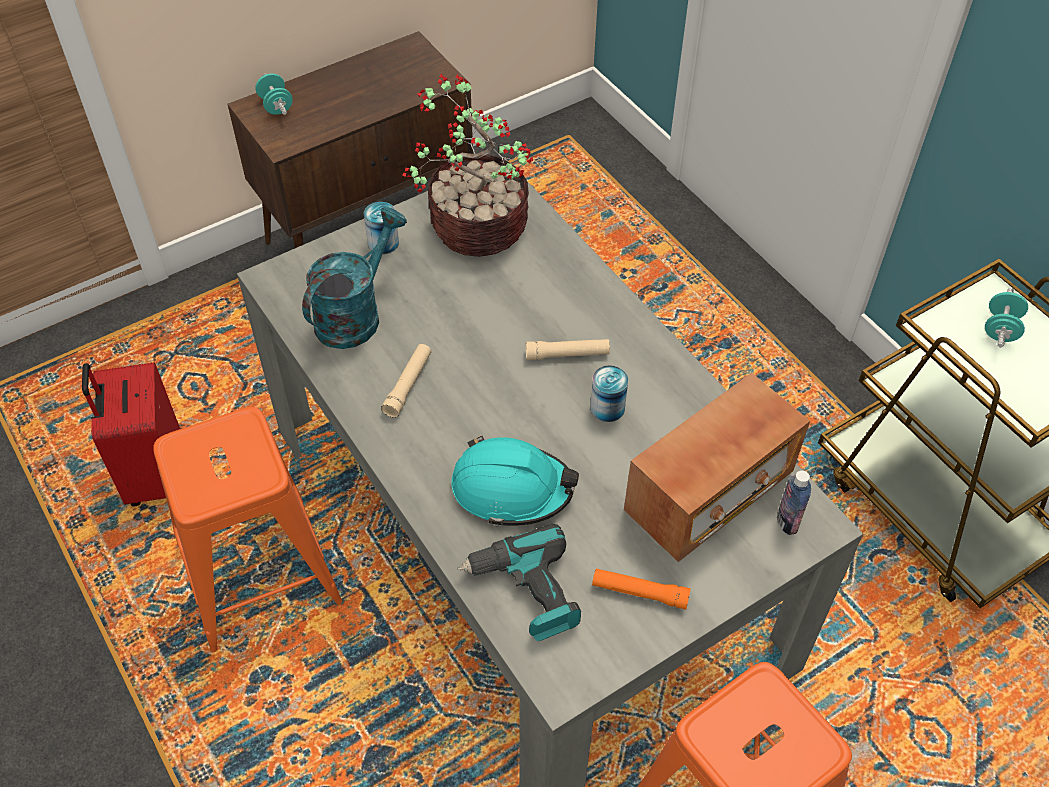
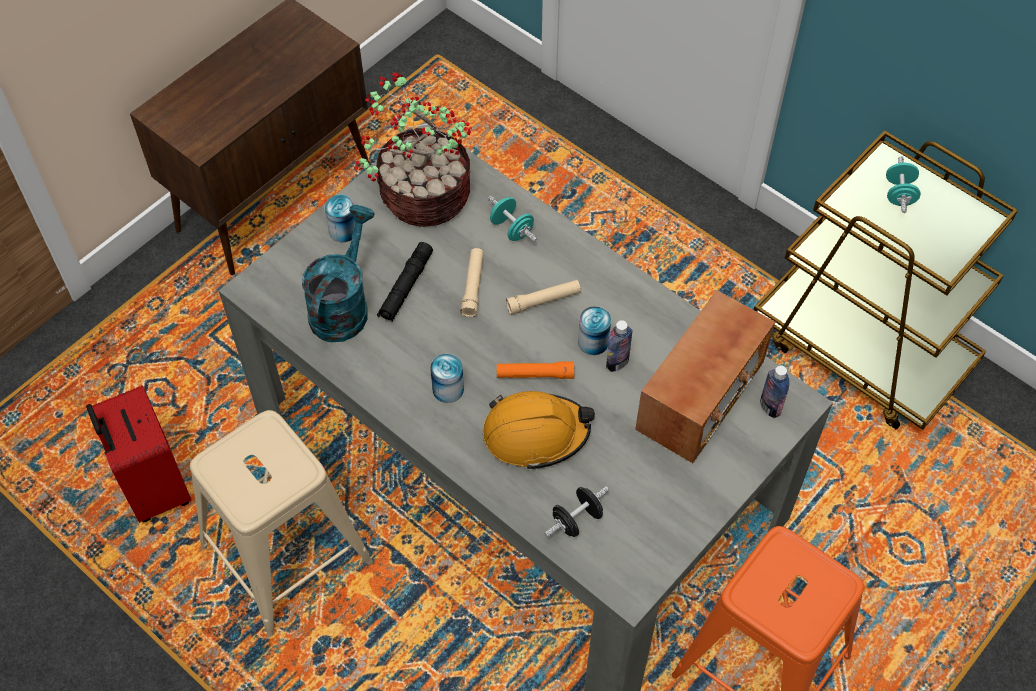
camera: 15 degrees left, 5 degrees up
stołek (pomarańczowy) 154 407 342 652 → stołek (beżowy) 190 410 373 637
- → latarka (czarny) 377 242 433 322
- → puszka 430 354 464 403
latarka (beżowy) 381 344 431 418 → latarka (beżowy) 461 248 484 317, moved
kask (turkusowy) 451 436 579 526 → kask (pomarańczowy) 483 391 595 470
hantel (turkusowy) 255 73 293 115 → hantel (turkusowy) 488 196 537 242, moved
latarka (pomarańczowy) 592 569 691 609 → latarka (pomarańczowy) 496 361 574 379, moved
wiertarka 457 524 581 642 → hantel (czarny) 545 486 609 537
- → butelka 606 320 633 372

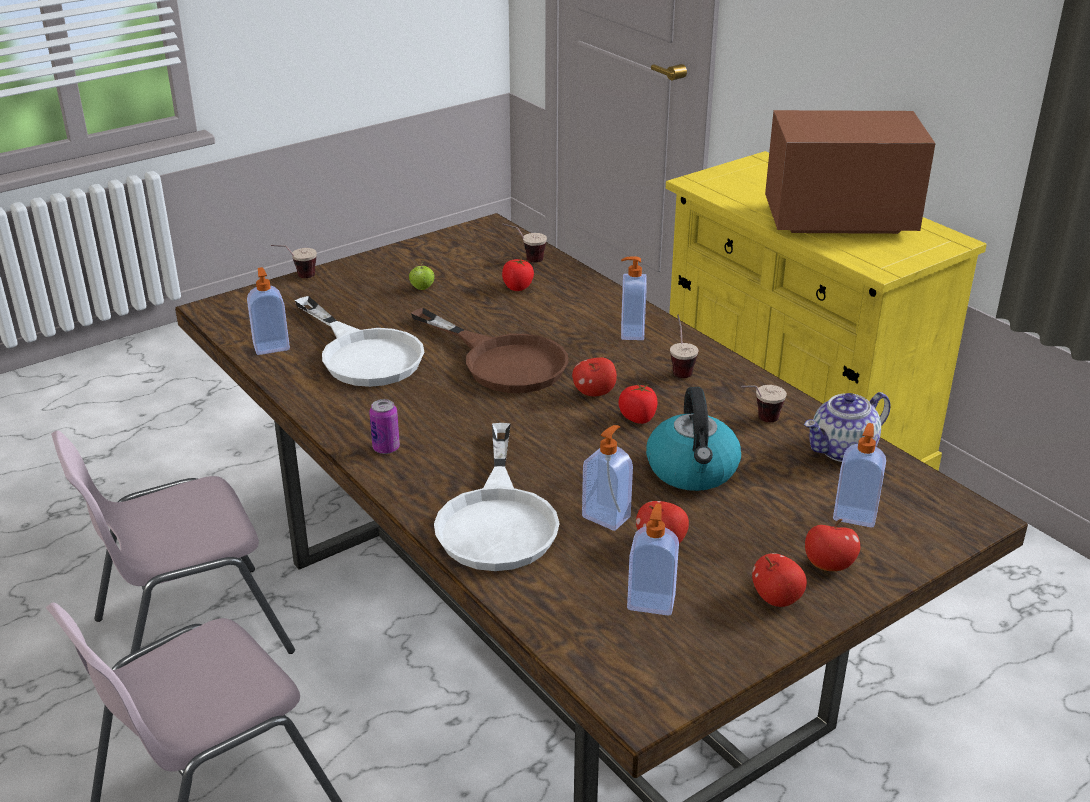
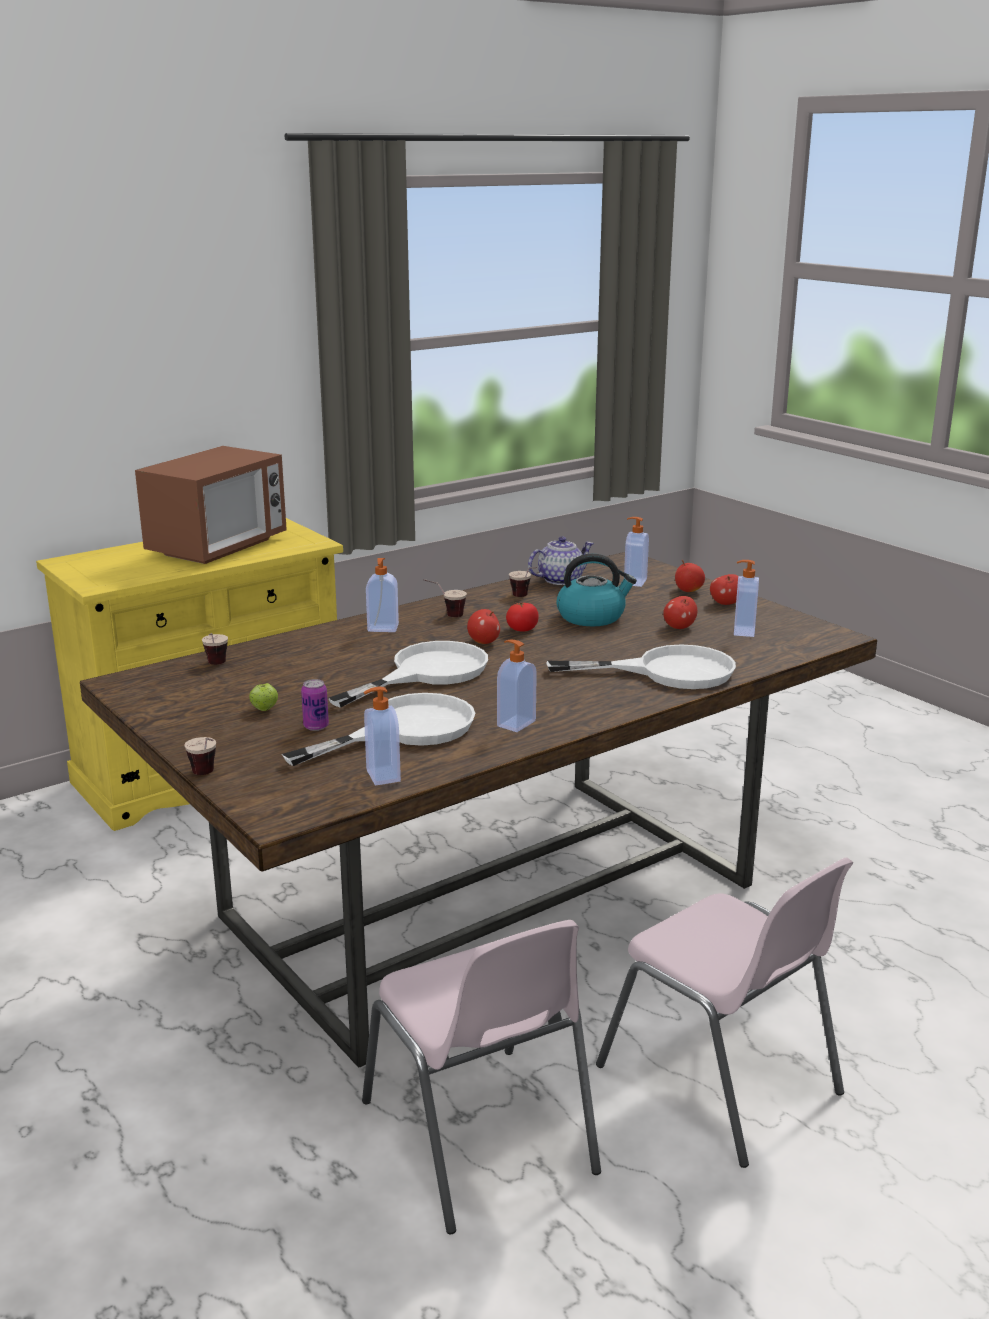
camera: 90 degrees left, 10 degrees down
mikrofalówka 765 110 935 234 → mikrofalówka 135 446 287 564, 150 degrees counterclockwise
puszka 369 399 400 454 → puszka 301 679 329 731, moved
patelnia (brązowy) 411 308 568 393 → patelnia (biały) 328 641 488 708
dozownik mydła 582 425 633 531 → dozownik mydła 497 639 537 732, moved
imbryk 804 392 891 462 → imbryk 528 536 594 585, 90 degrees counterclockwise
pomidor 502 258 534 291 → -

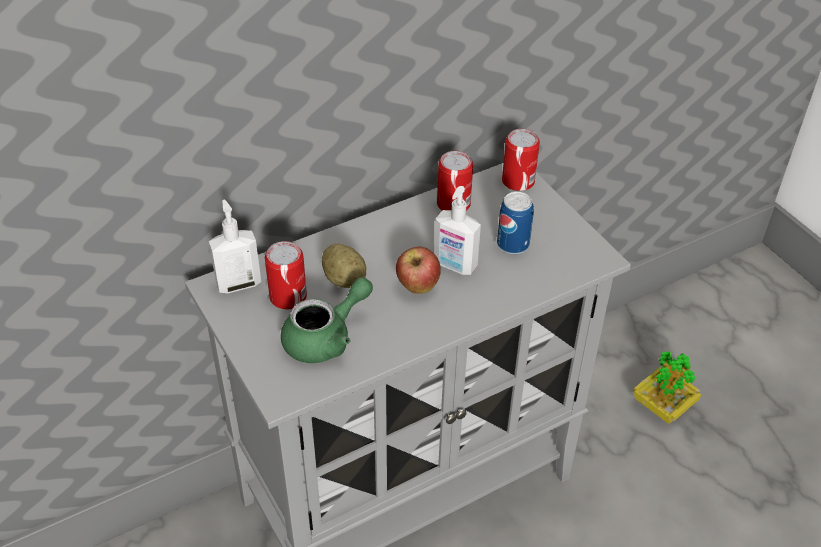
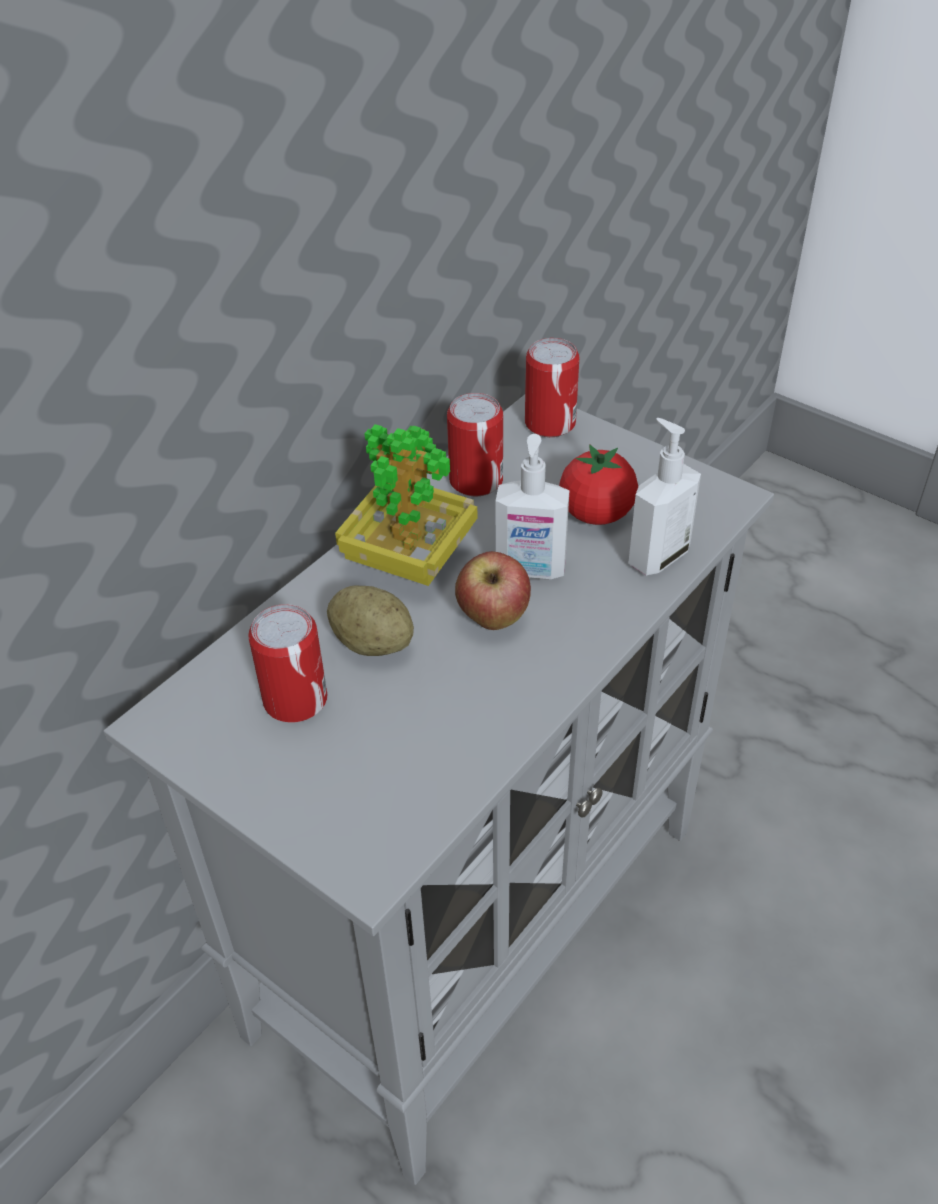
camera: 20 degrees left, 0 degrees up
roślina doniczkowa 634 351 701 424 → roślina doniczkowa 335 424 478 586, moved
puszka 497 192 534 254 → pomidor 559 444 638 525
dozownik mydła 209 199 261 293 → dozownik mydła 628 418 701 575, moved
imbryk (zielony) 281 277 373 363 → -

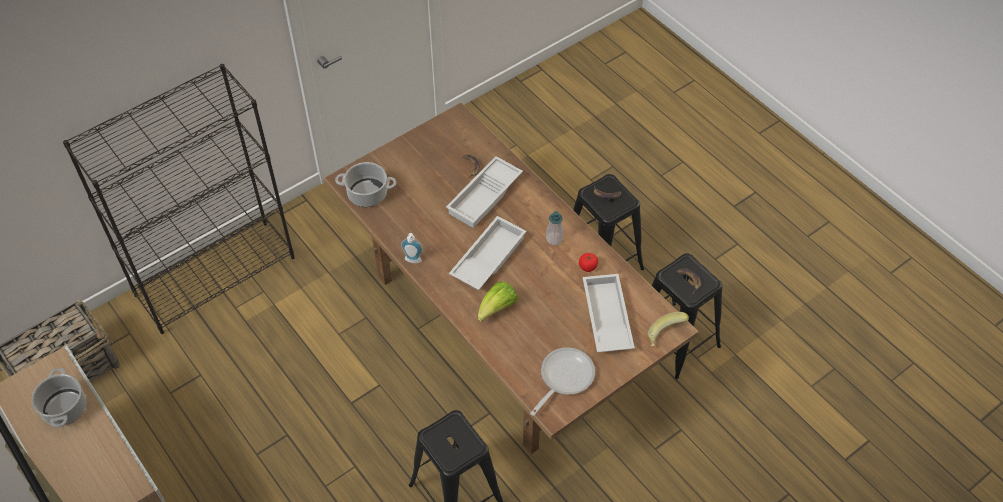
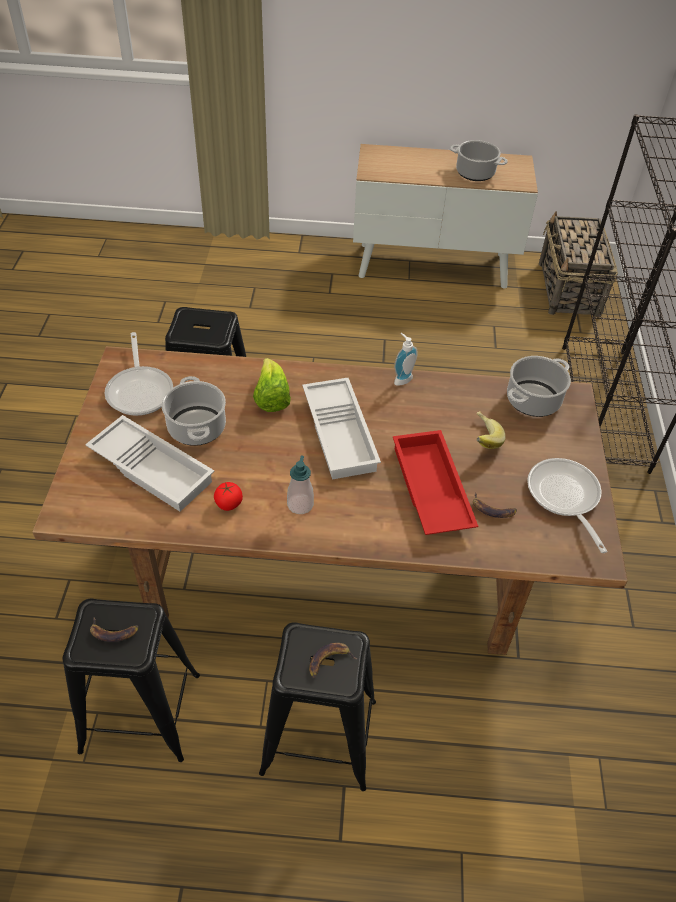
camera: 130 degrees right, 5 degrees down
- → garnek 162 376 226 446
taca (biały) 446 156 523 228 → taca (czerwony) 393 430 478 535
banan 648 312 689 347 → banan 477 411 506 449, moved
- → patelnia 527 458 607 553

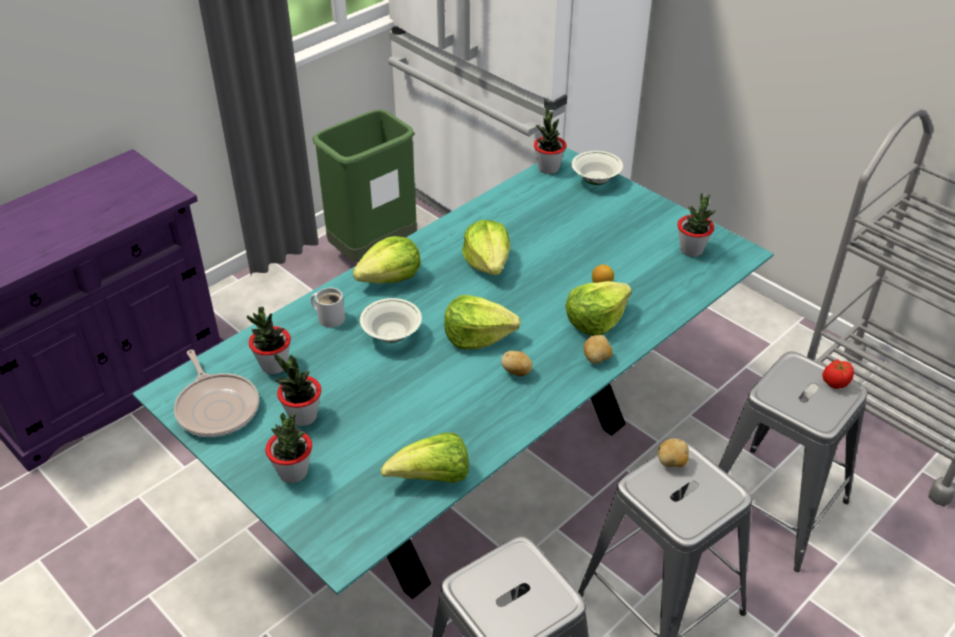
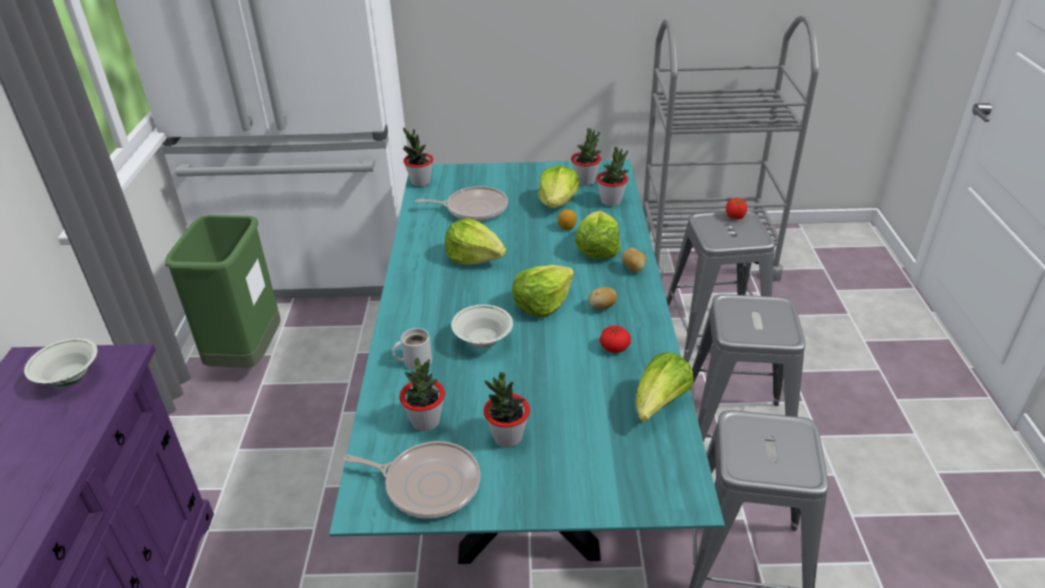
camera: 45 degrees left, 5 degrees down
miska (biały) 571 151 623 185 → miska (biały) 24 338 97 386, moved
- → patelnia 415 186 508 221
sałata 353 236 421 284 → sałata 538 165 580 208, moved
roślina doniczkowa 265 412 312 483 → roślina doniczkowa 596 147 629 207, moved
- → pomidor 600 326 631 353
ziemniak 658 438 689 467 → -

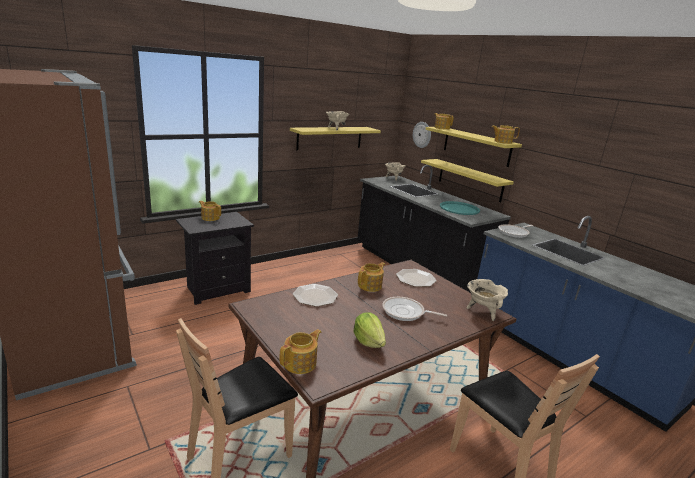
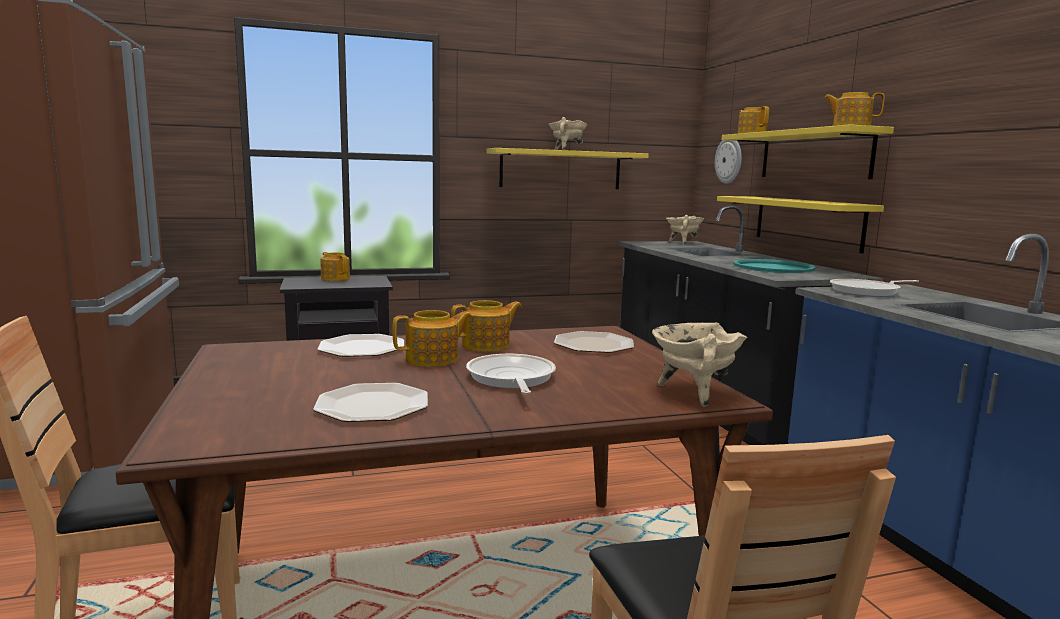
camera: 20 degrees right, 10 degrees down
sałata 354 312 386 348 → talerz 313 383 428 422
imbryk 280 329 321 374 → imbryk 392 310 472 367, moved
patelnia 382 297 447 321 → patelnia 466 354 556 394, 45 degrees clockwise

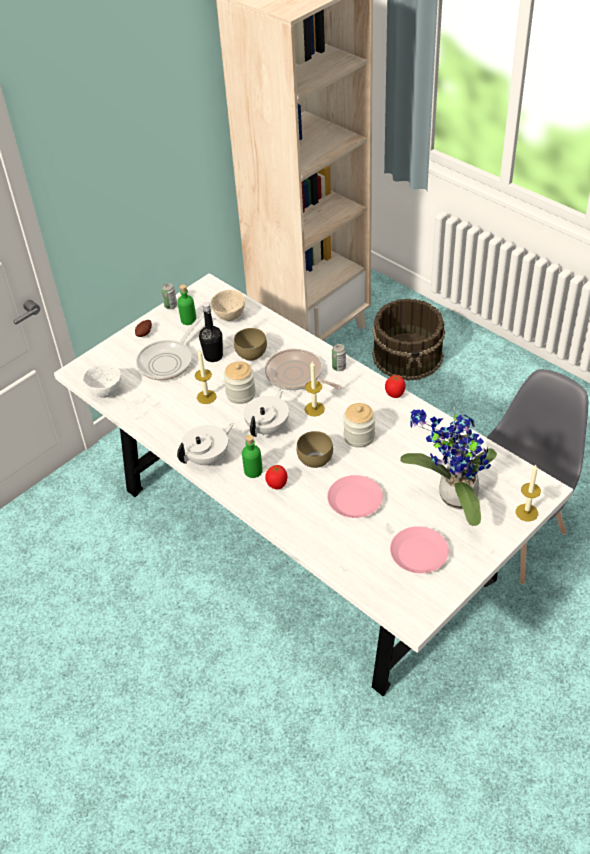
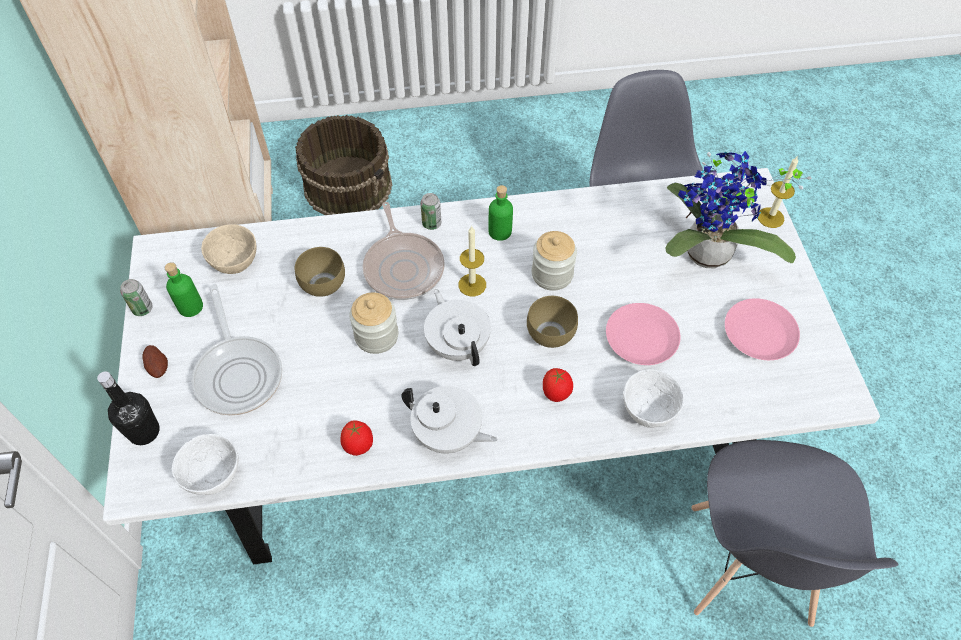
camera: 55 degrees left, 10 degrees up
butelka (czarny) 199 302 223 362 → butelka (czarny) 97 371 160 445, moved
pomidor 385 375 406 398 → pomidor 340 420 373 456, moved
patelnia 265 349 342 390 → patelnia 362 202 445 300, 90 degrees counterclockwise
imbryk (biały) 177 423 234 465 → imbryk (biały) 401 386 497 454, 120 degrees clockwise
butelka (zielony) 242 435 263 478 → butelka (zielony) 488 185 513 241, moved
- → miska (biały) 623 369 684 428
- → krzesło (szary) 691 440 898 627
świeca 195 350 217 404 → -

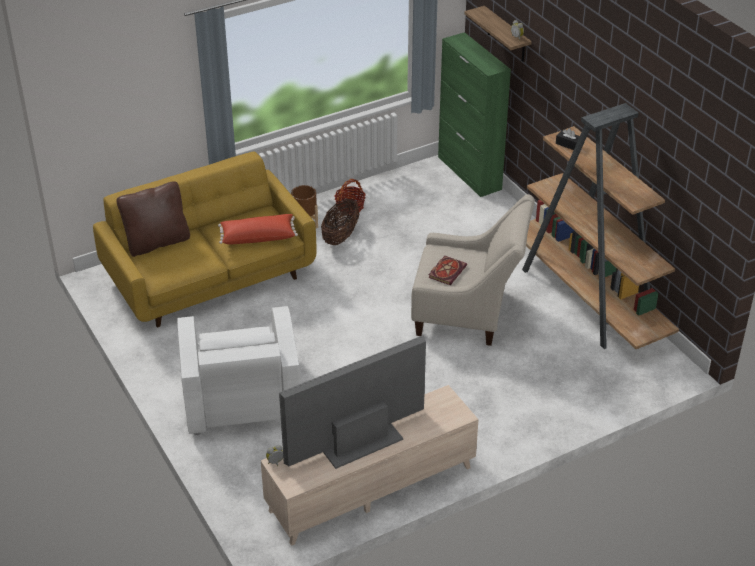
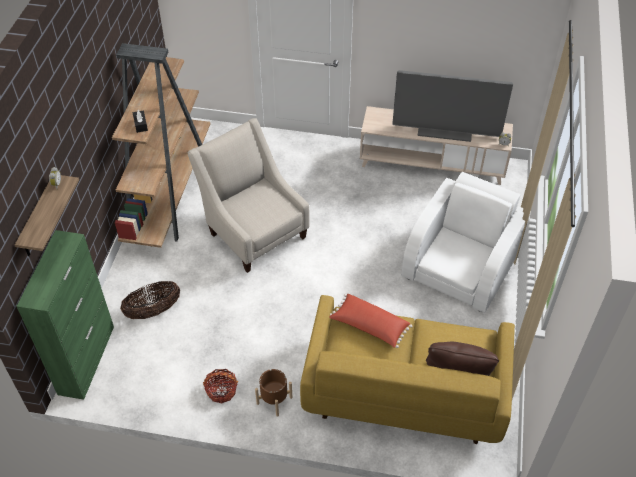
camera: 140 degrees left, 10 degrees up
koszyk 321 199 359 245 → koszyk 120 281 180 319, moved
książka 428 256 467 285 → -

